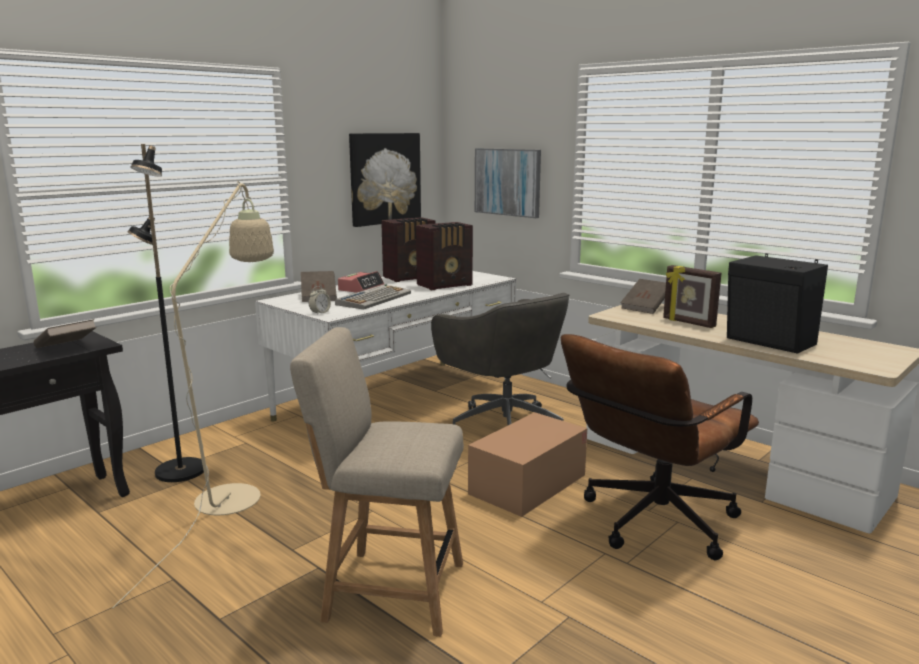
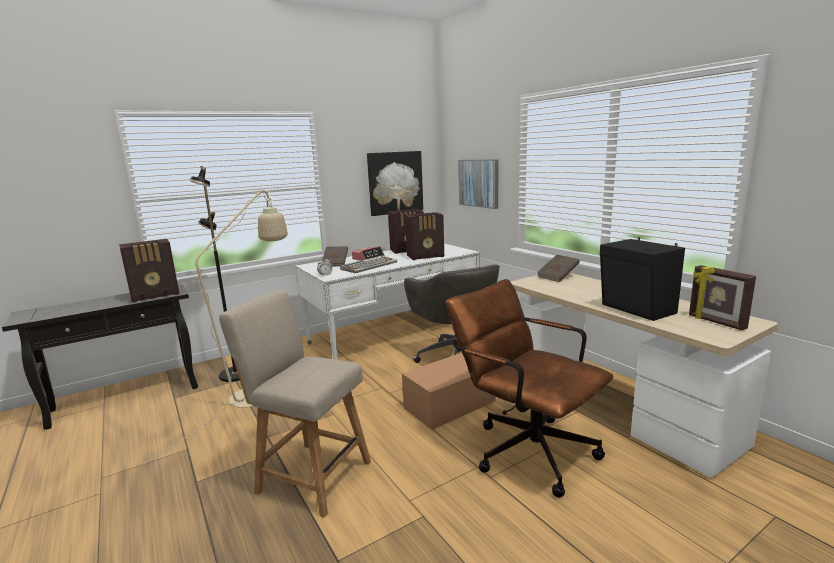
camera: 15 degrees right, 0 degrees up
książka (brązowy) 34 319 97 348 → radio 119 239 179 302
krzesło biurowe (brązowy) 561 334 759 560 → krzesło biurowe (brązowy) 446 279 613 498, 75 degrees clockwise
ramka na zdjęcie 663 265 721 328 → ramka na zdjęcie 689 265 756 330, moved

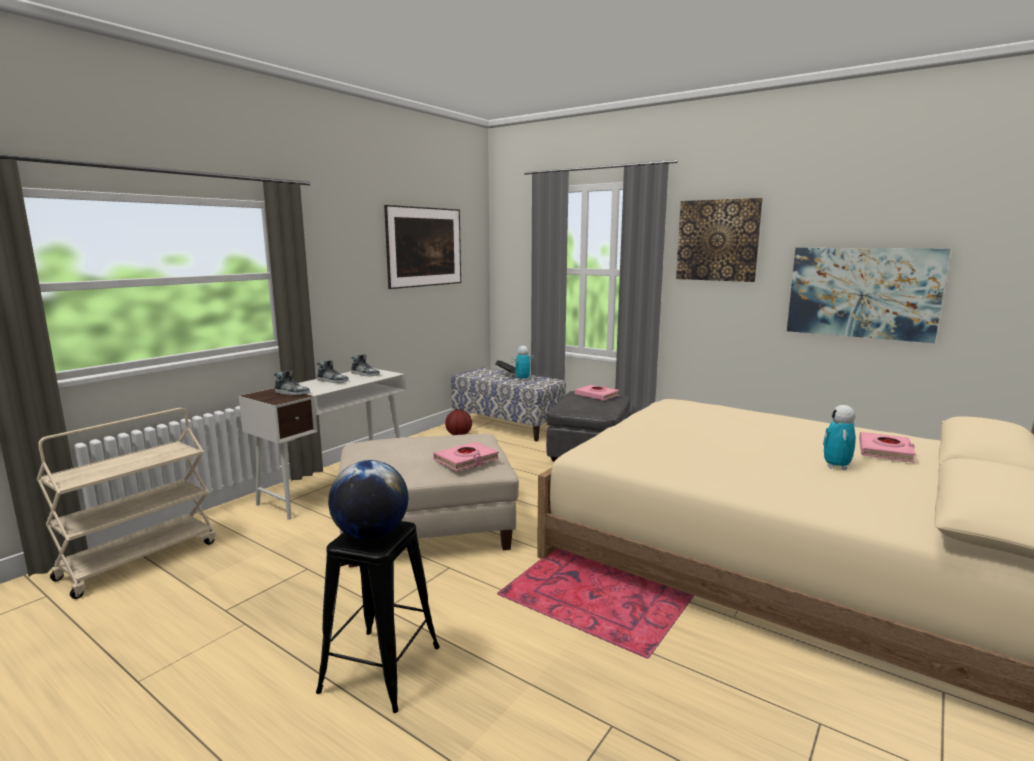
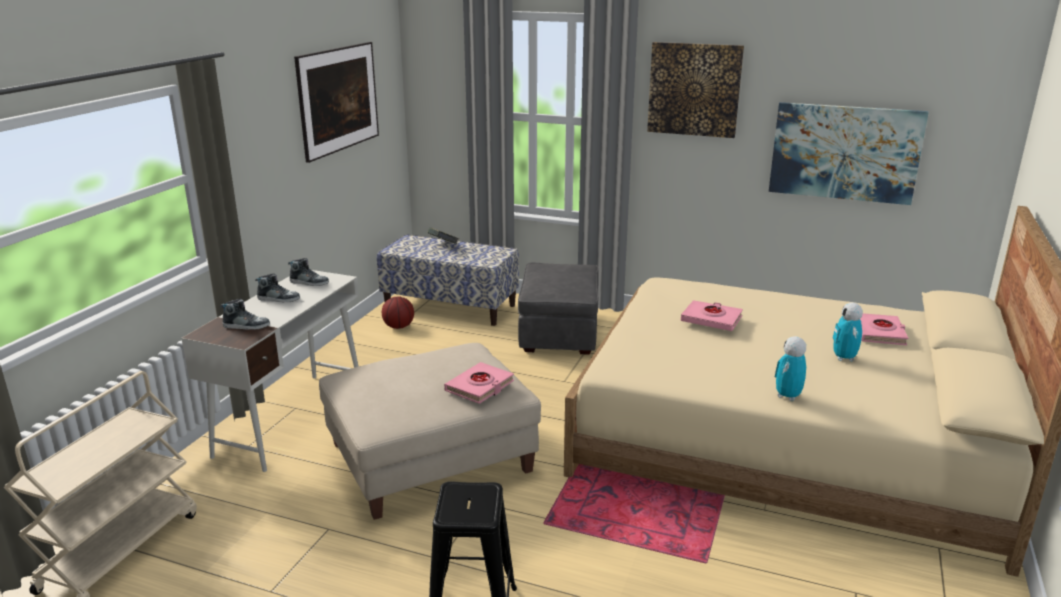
camera: 15 degrees left, 10 degrees up
książka (różowy) 574 385 619 400 → książka (różowy) 681 300 743 331, moved
robot zabawkowy 511 346 535 381 → robot zabawkowy 775 336 806 401, moved
globus 328 460 408 540 → -

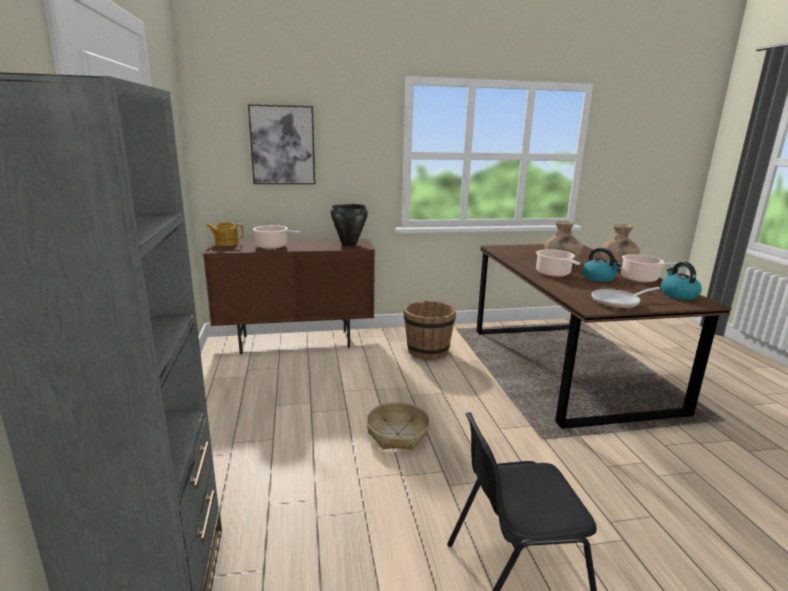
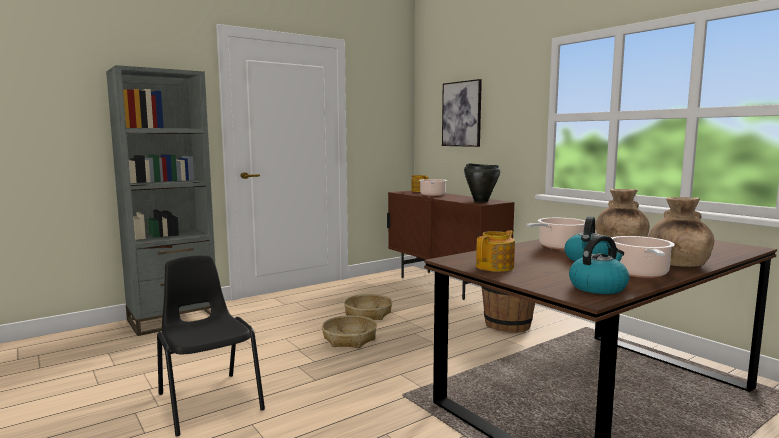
camera: 65 degrees right, 10 degrees down
- → koszyk 344 294 392 320
patelnia 592 287 660 309 → imbryk 476 230 515 272

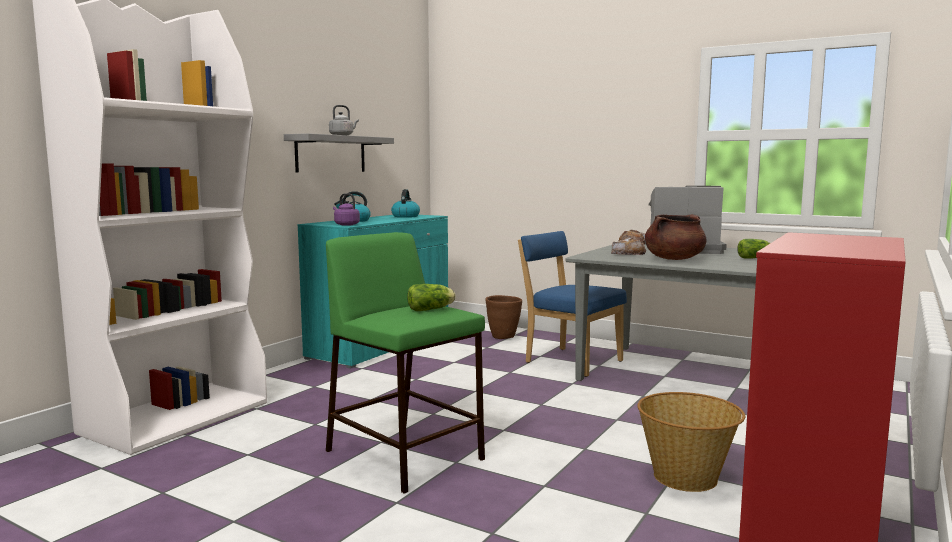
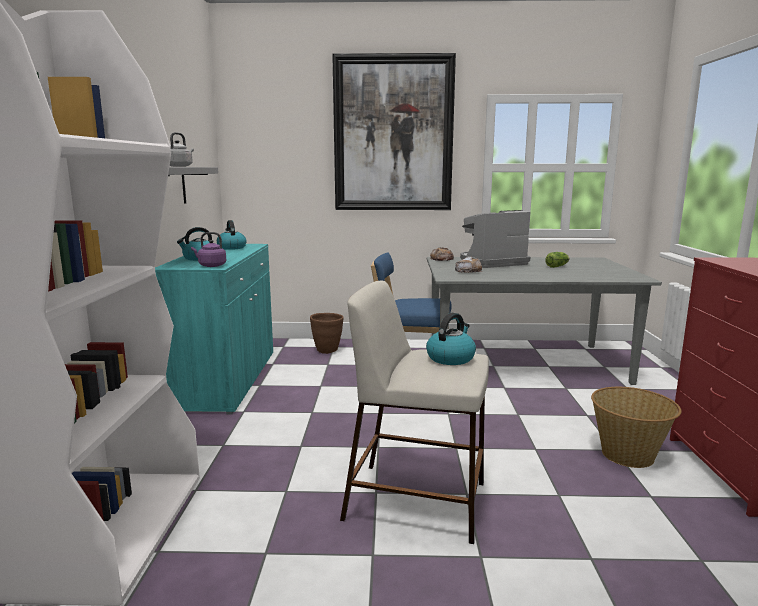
camera: 30 degrees left, 5 degrees up
- → obraz 332 53 456 210
stołek (zielony) 326 232 485 494 → stołek (beżowy) 340 281 489 544
sałata 407 284 456 311 → czajnik 426 313 476 365
garnek (brązowy) 645 214 706 260 → -

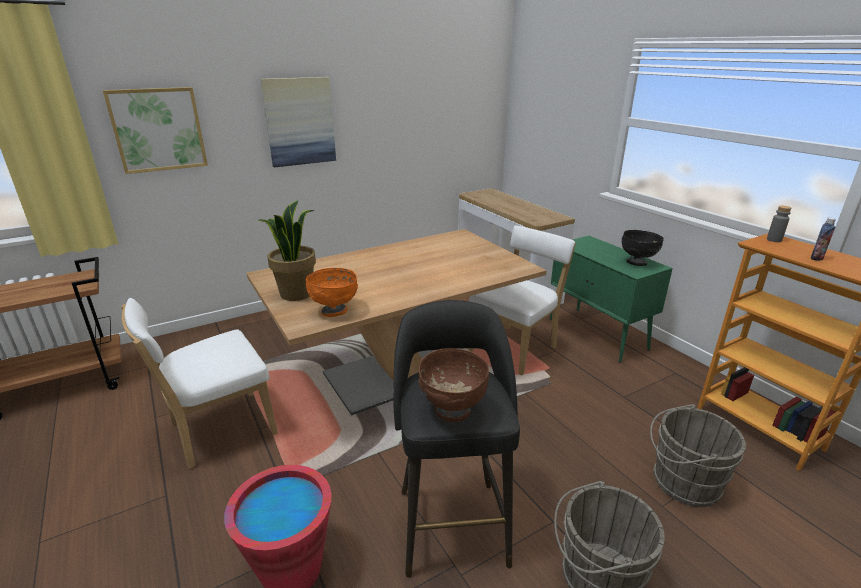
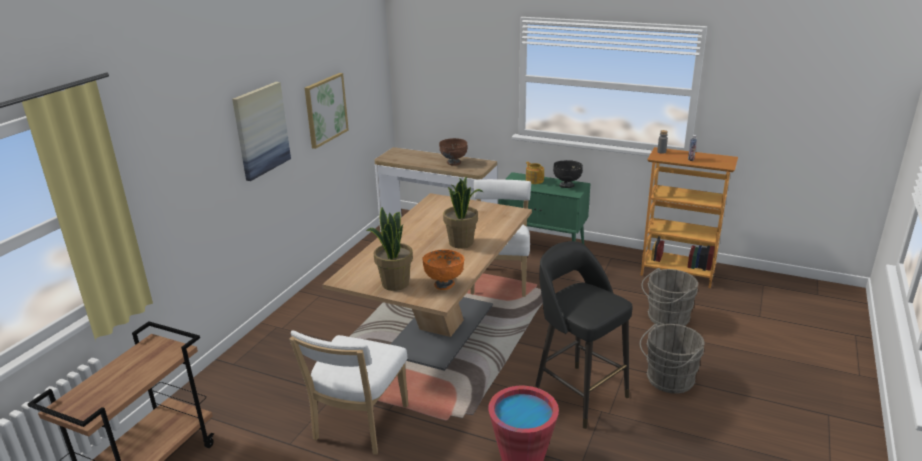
camera: 35 degrees left, 0 degrees up
obraz 103 87 208 174 → obraz 305 73 349 149, moved
miska (brązowy) 418 348 489 422 → miska (brązowy) 439 138 468 166, moved
- → roślina doniczkowa 443 177 483 249
- → imbryk 526 162 544 184

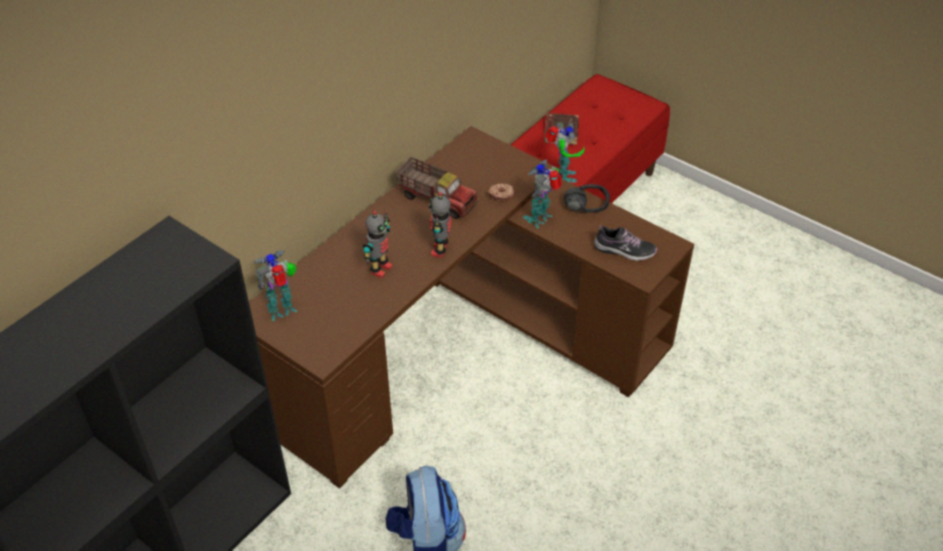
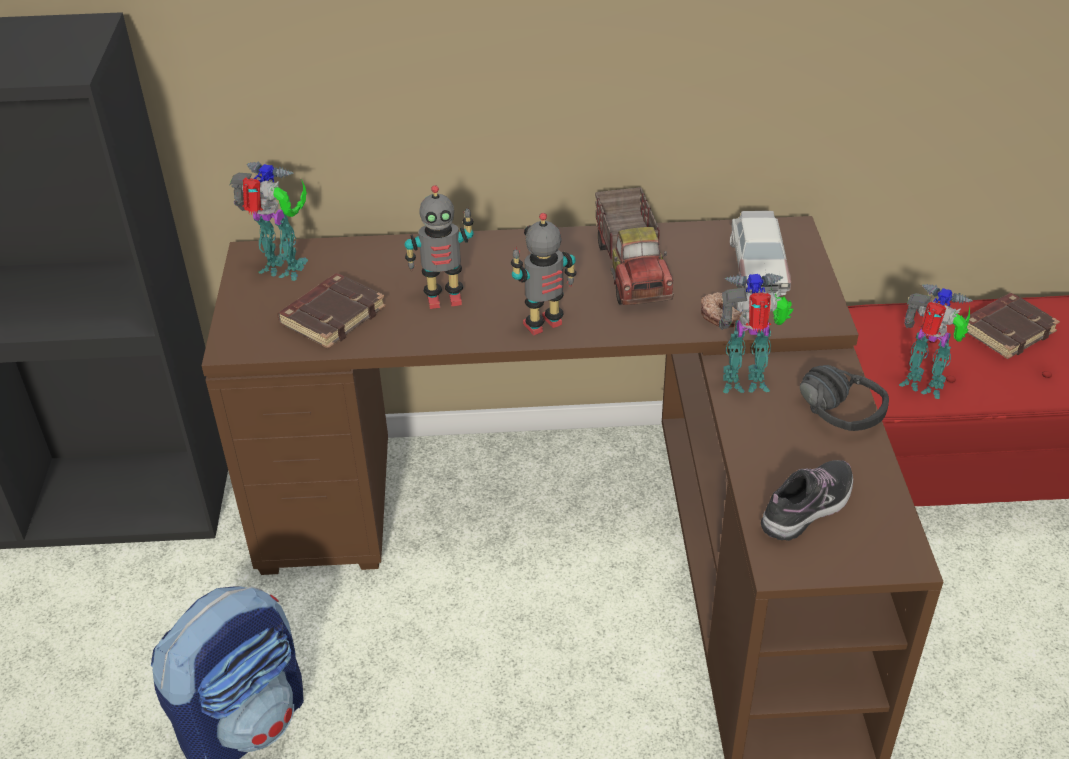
camera: 50 degrees right, 5 degrees down
- → książka (brązowy) 277 273 386 349
- → samochodzik 730 211 791 295
but 594 225 657 261 → but 761 460 853 541, 105 degrees counterclockwise
robot zabawkowy 545 122 584 183 → robot zabawkowy 899 284 973 399, 105 degrees counterclockwise

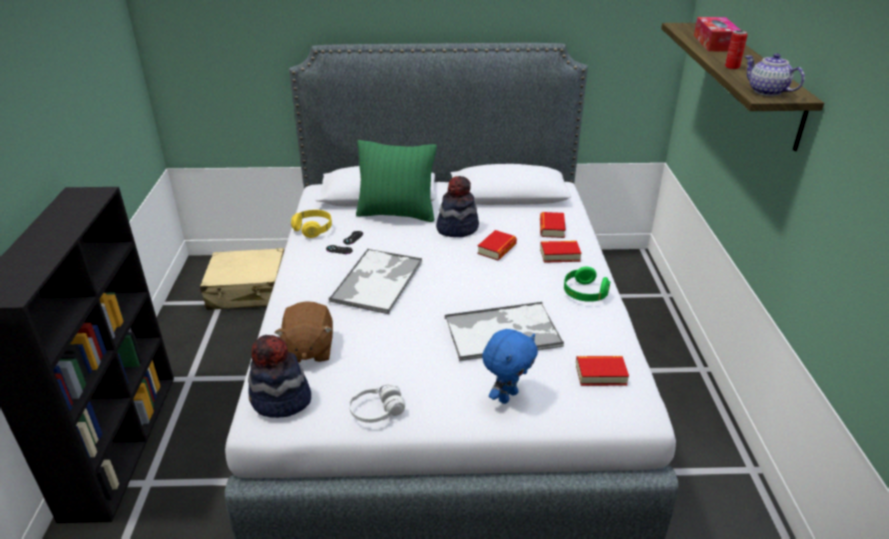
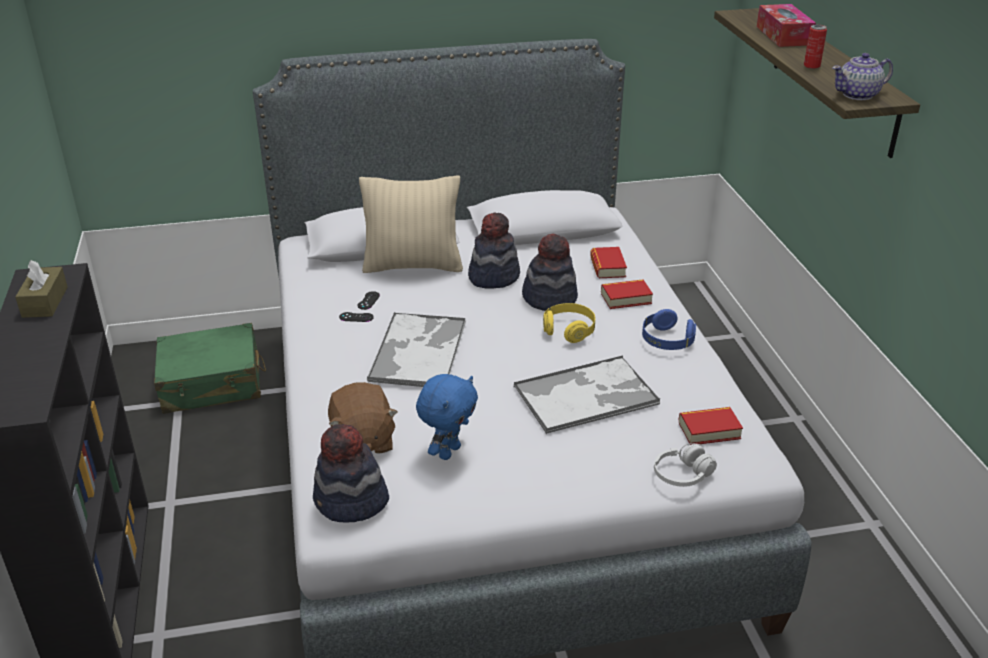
camera: 10 degrees left, 0 degrees up
- → pudełko chusteczek (brązowy) 15 260 68 318
walizka (beżowy) 200 248 284 310 → walizka (zielony) 154 323 266 414
poduszka (zielony) 356 140 437 222 → poduszka (beżowy) 359 175 463 273
pluszak (niebieski) 482 329 538 404 → pluszak (niebieski) 416 374 478 460, moved
książka 477 230 517 261 → kapelusz 522 233 578 311
słuchawki (żółty) 291 210 332 238 → słuchawki (żółty) 543 303 595 343, moved
słuchawki (zielony) 564 267 610 302 → słuchawki (niebieski) 642 309 696 350
słuchawki (biały) 349 384 405 423 → słuchawki (biały) 654 443 717 487, moved
imbryk 745 53 805 96 → imbryk 832 53 893 100, 60 degrees counterclockwise

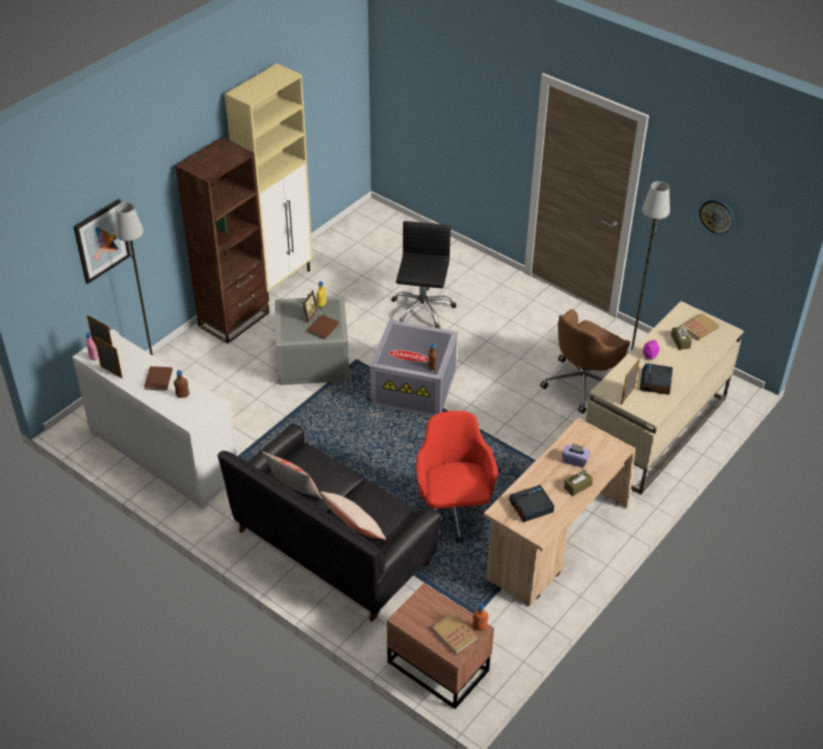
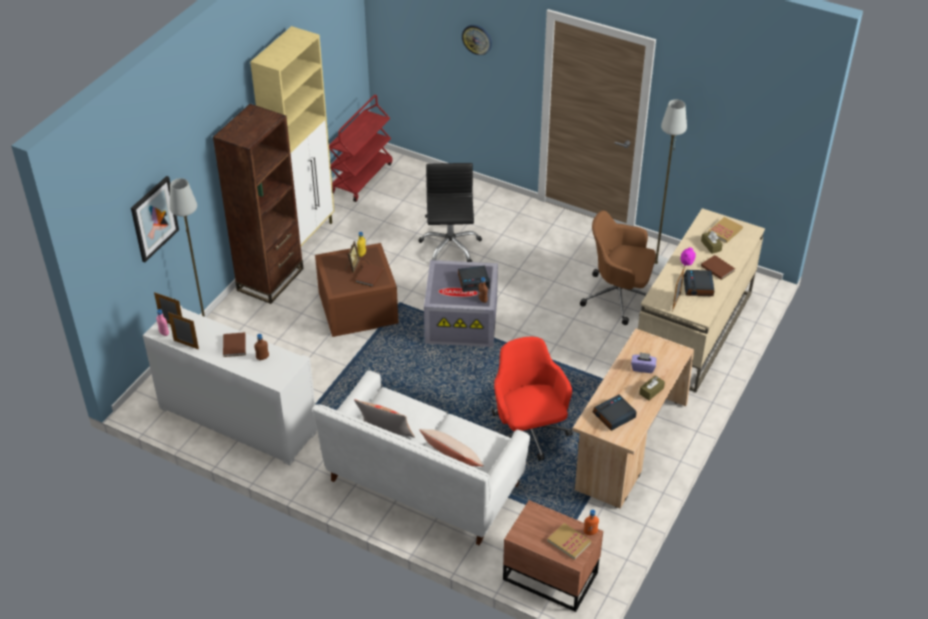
camera: 10 degrees left, 0 degrees up
kanapa (czarny) 218 424 441 622 → kanapa (biały) 312 371 530 545
pojemnik do przechowywania (szary) 275 296 349 385 → pojemnik do przechowywania (brązowy) 315 243 398 337
- → wózek (czerwony) 329 95 393 202
- → budzik 458 266 490 292
zegar ścienny 699 200 735 234 → zegar ścienny 462 25 492 55, moved
krzesło biurowe (brązowy) 540 309 630 414 → krzesło biurowe (brązowy) 580 211 656 325, 75 degrees clockwise
- → książka (brązowy) 701 255 735 280

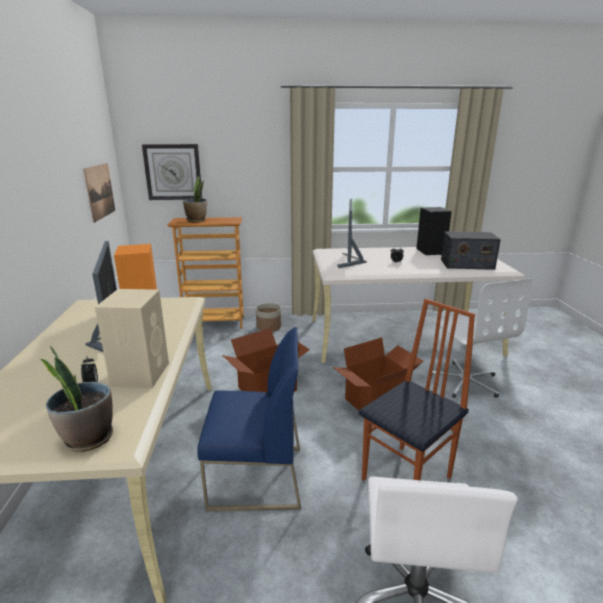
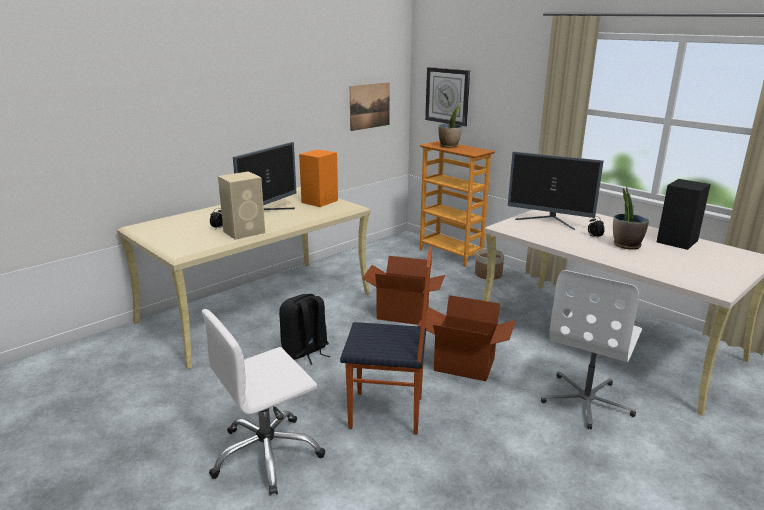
camera: 50 degrees right, 0 degrees up
krzesło (niebieski) 197 327 301 511 → plecak (czarny) 279 294 330 365
monitor 337 199 367 268 → monitor 508 152 604 230, 120 degrees counterclockwise
roślina doniczkowa 40 346 113 452 → roślina doniczkowa 613 187 649 250, moved
radio 441 231 501 270 → -

